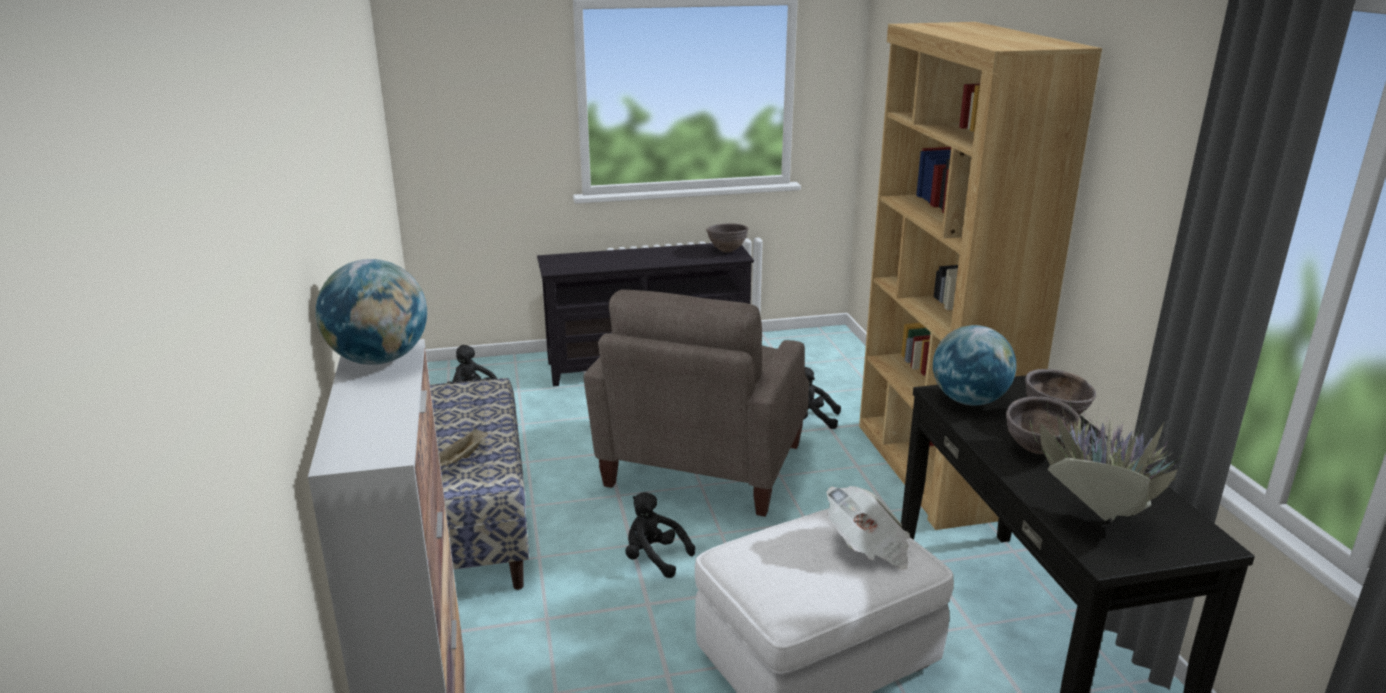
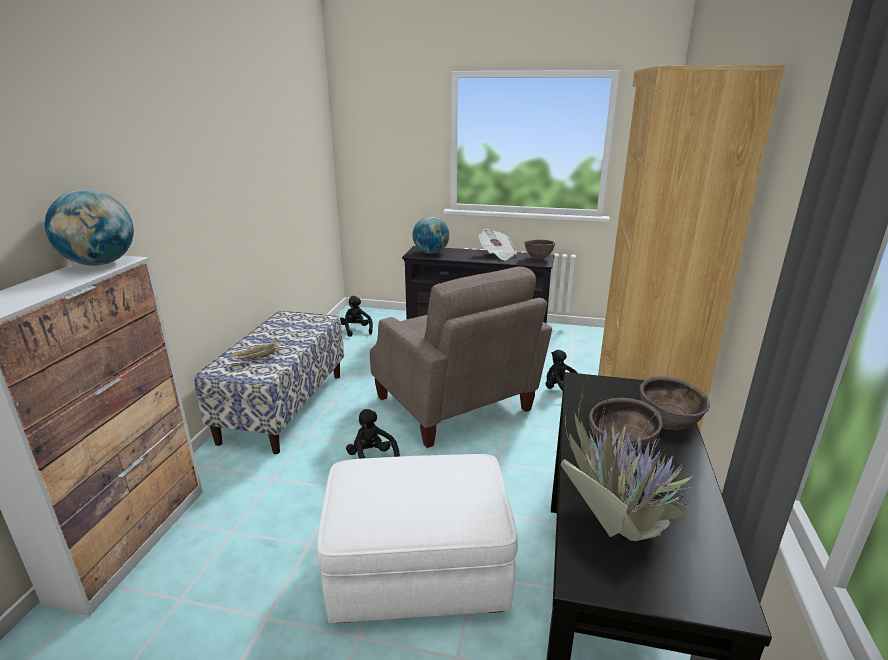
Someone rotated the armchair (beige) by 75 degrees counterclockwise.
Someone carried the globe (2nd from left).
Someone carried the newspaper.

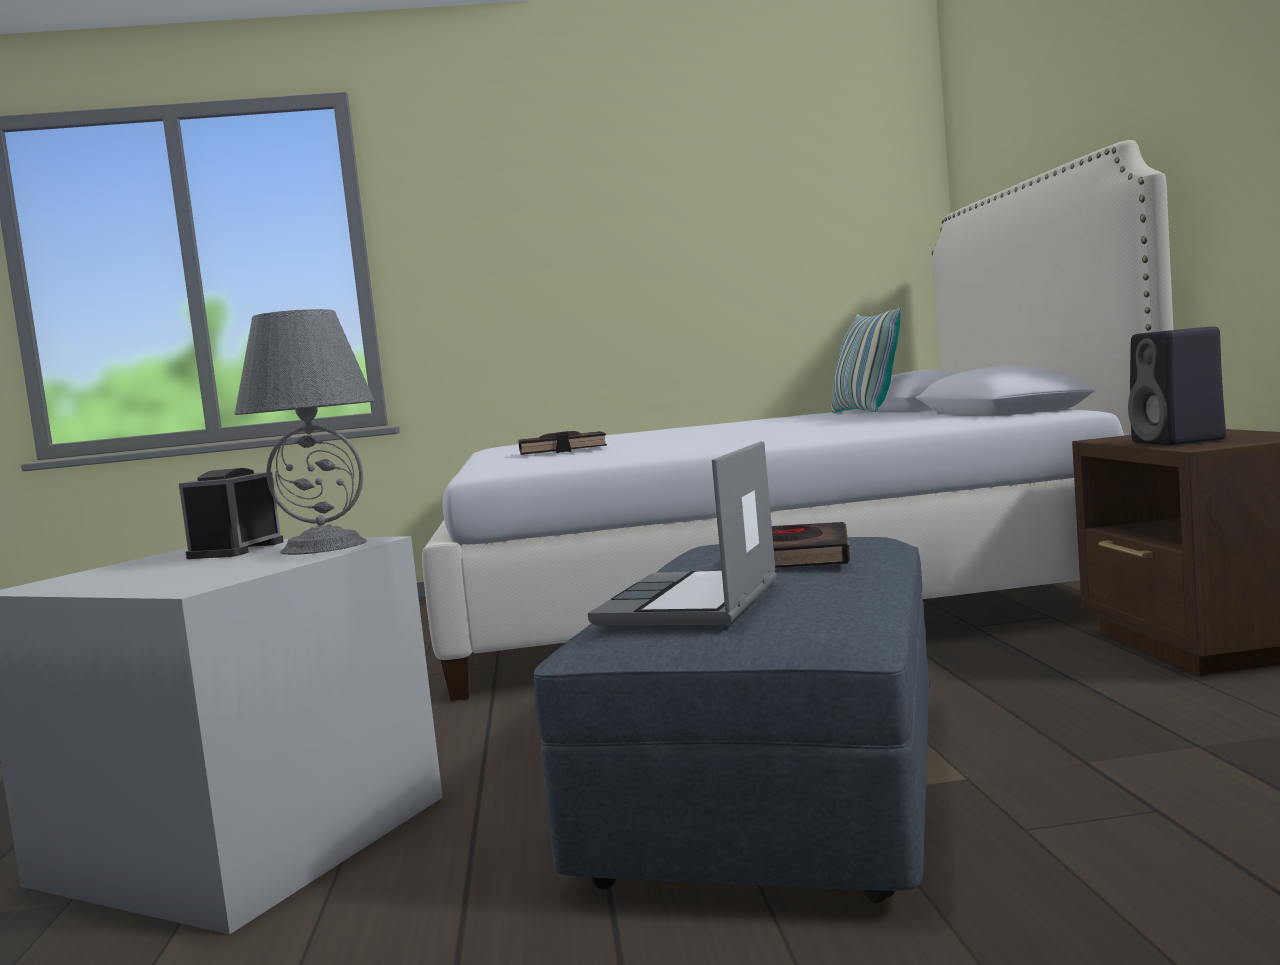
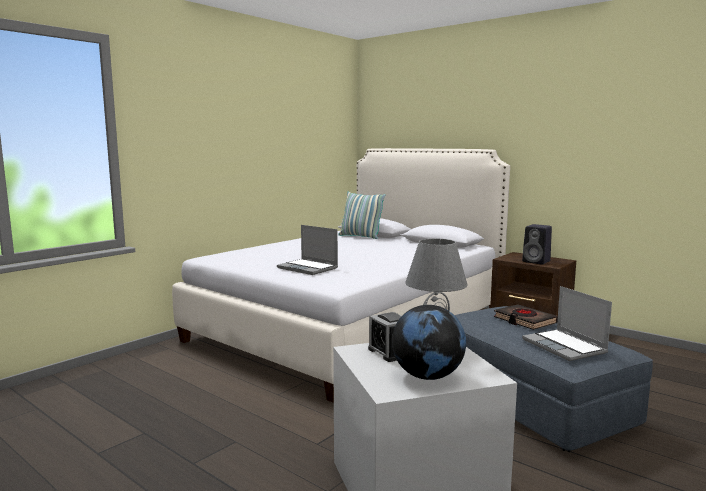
Someone swapped the book (black) (1st from left) for the laptop (1st from left).
Someone put down the globe.

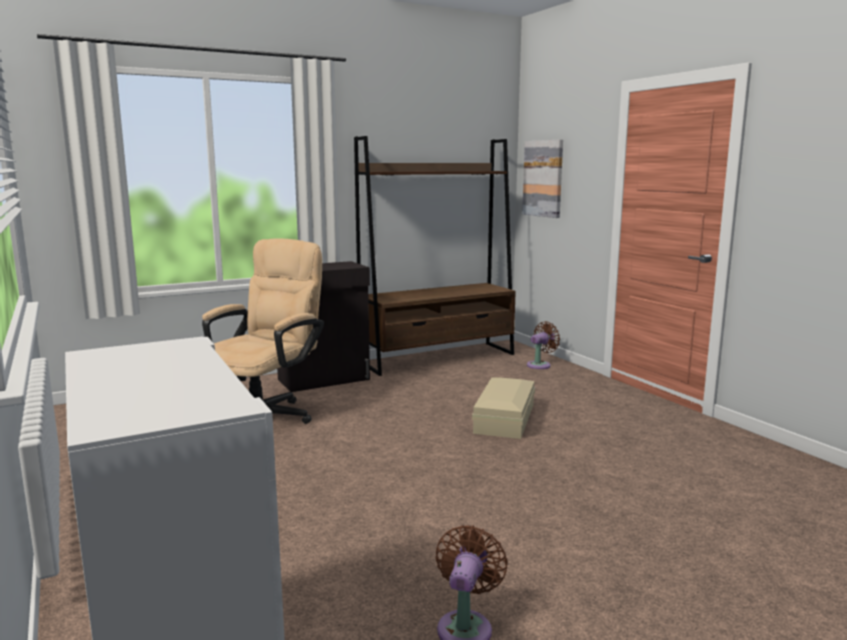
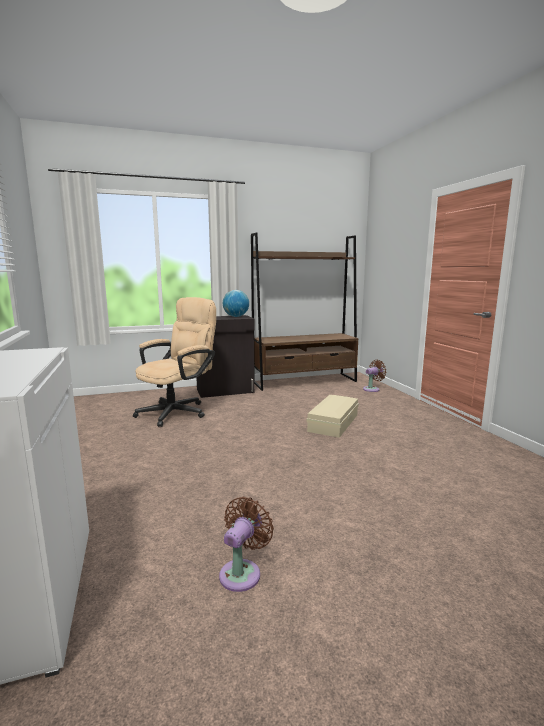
Someone put down the globe.
Someone took away the picture.

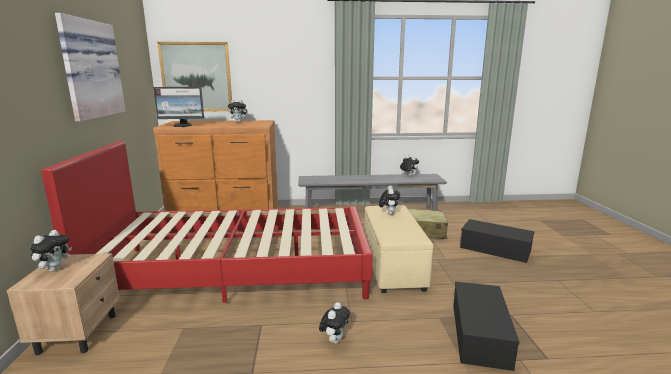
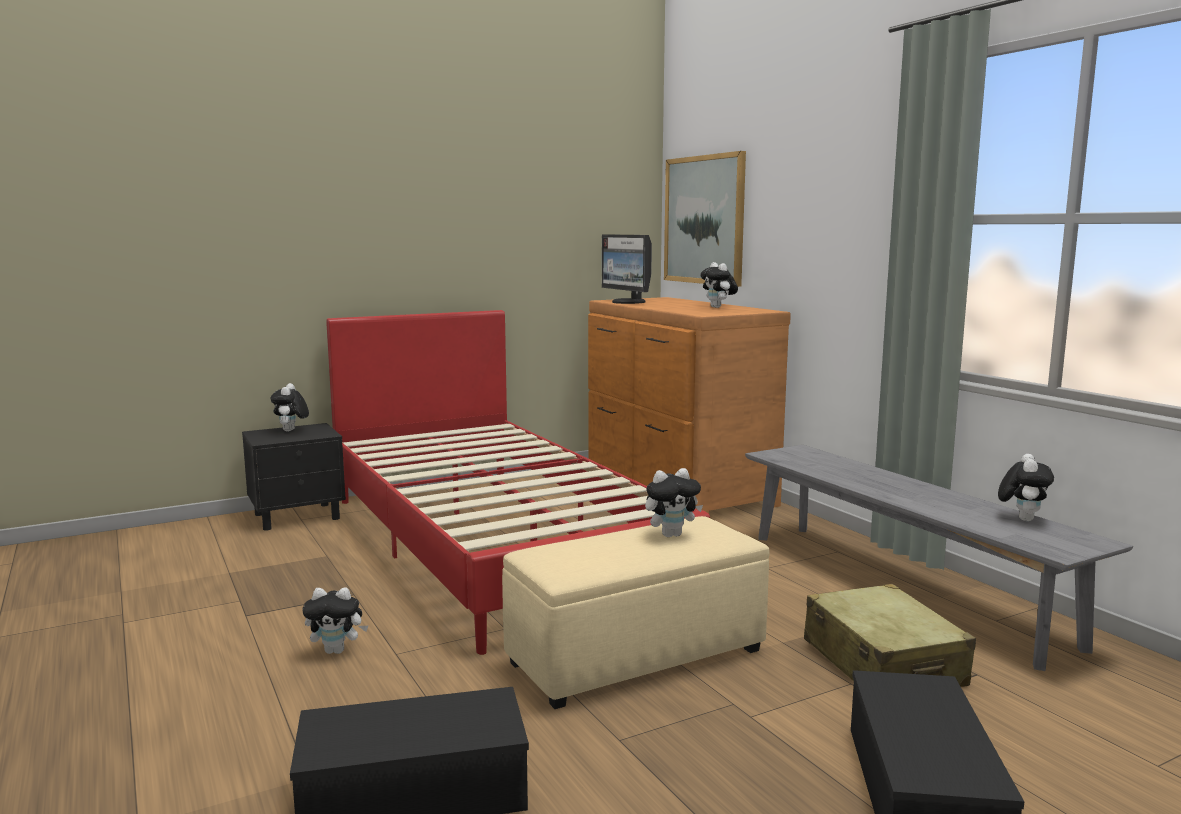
Someone repainted the nightstand (beige), which became the nightstand (black).
Someone rotated the plush toy (1st from left) by 90 degrees clockwise.
Someone took away the picture (1st from left).

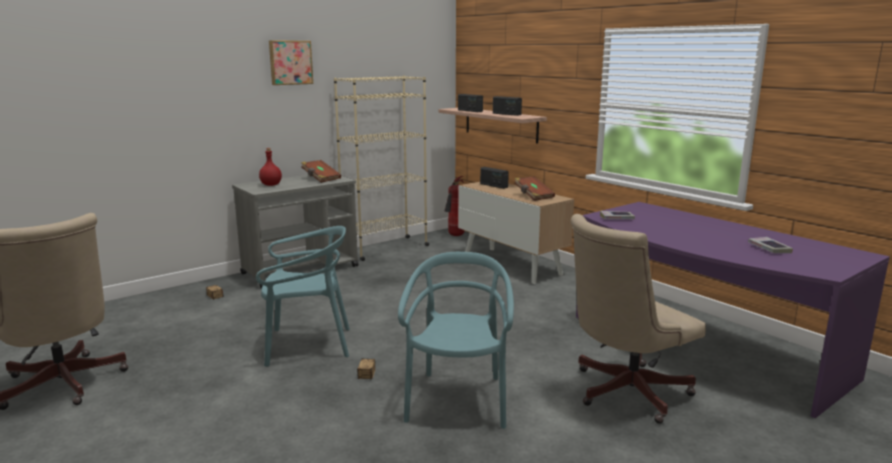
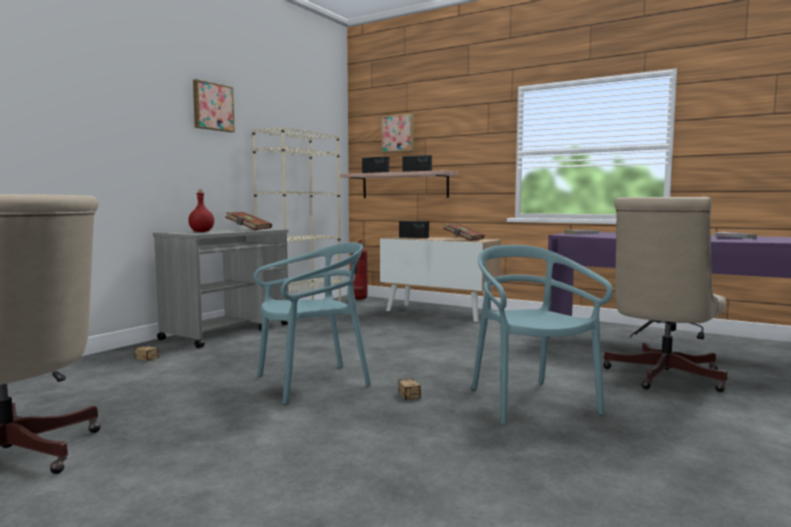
Someone put up the picture (2nd from left).

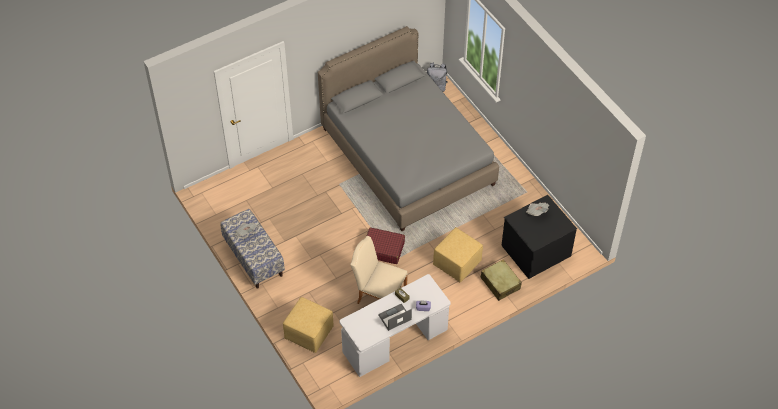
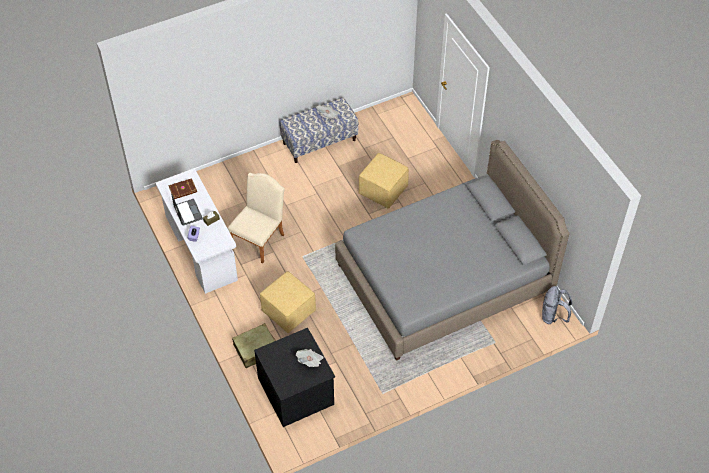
Someone put down the book (brown).
Someone carried the ottoman (yellow) (1st from left in the first image).
Someone took away the suitcase (red).

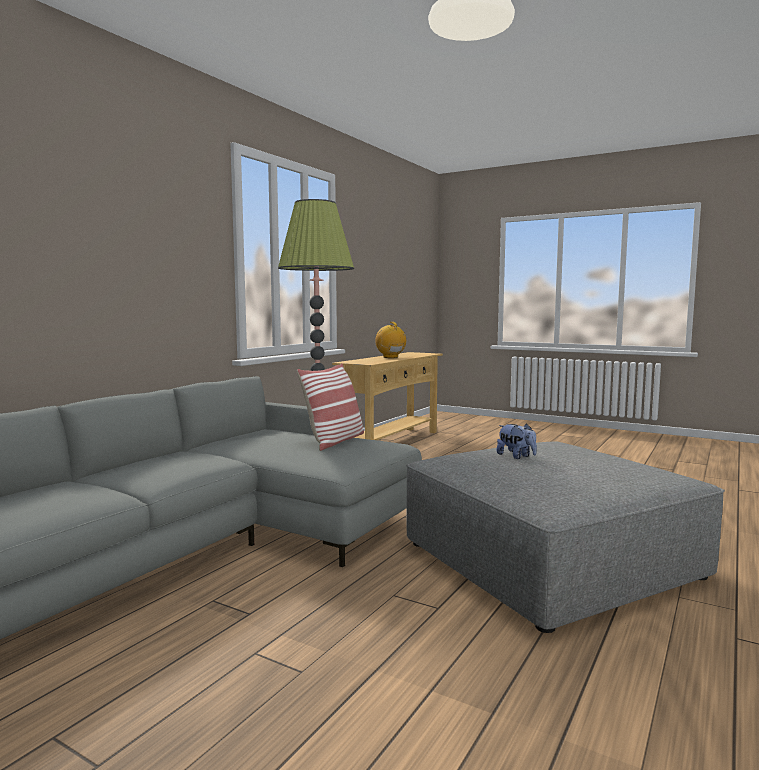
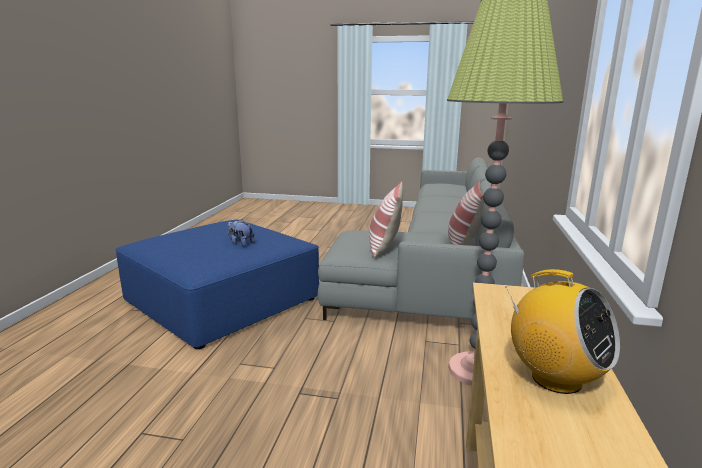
Someone repainted the ottoman (grey), which became the ottoman (blue).
Someone put down the pillow (2nd from left).

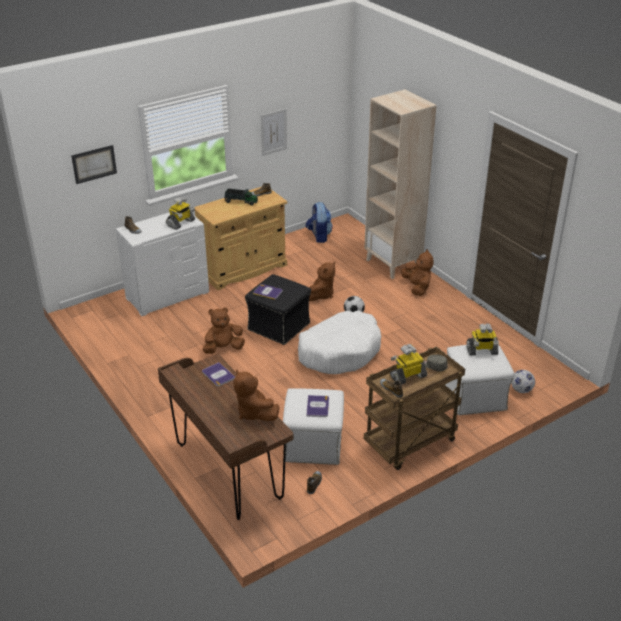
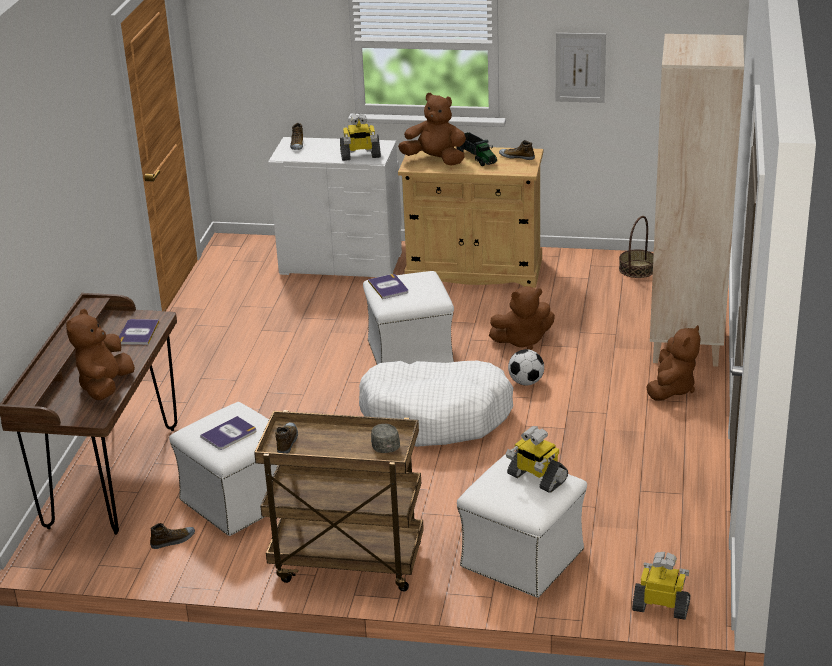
Someone repainted the ottoman (black), which became the ottoman (white) (2nd from left).
Someone carried the plush toy (brown) (1st from left in the first image).
Someone swapped the backpack for the basket.
Someone carried the toy robot (2nd from left in the first image).
Someone took away the picture (1st from left).
Someone took away the football (2nd from left).

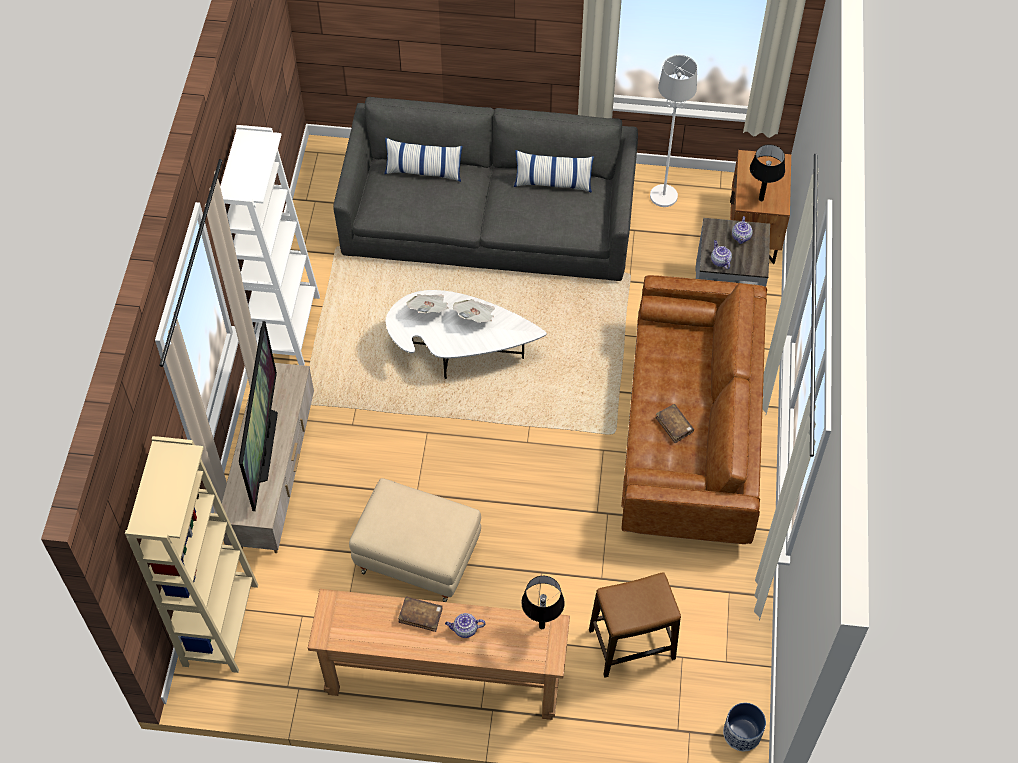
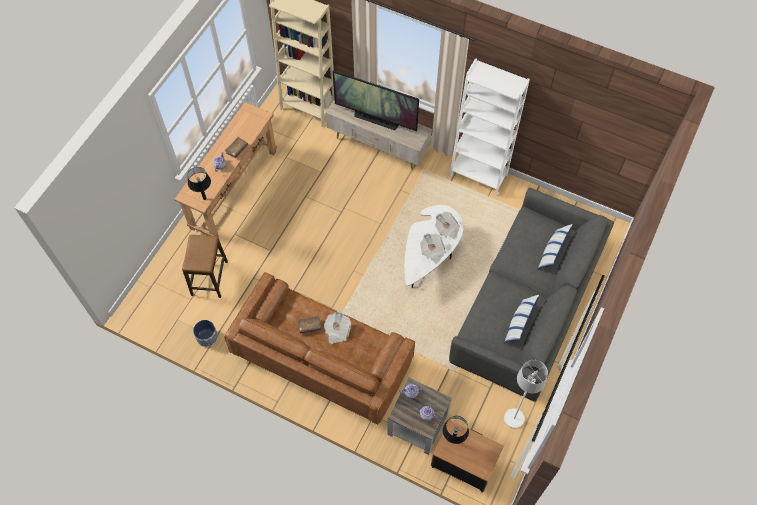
Someone carried the planter.
Someone put down the newspaper (1st from left).
Someone took away the ottoman (beige).

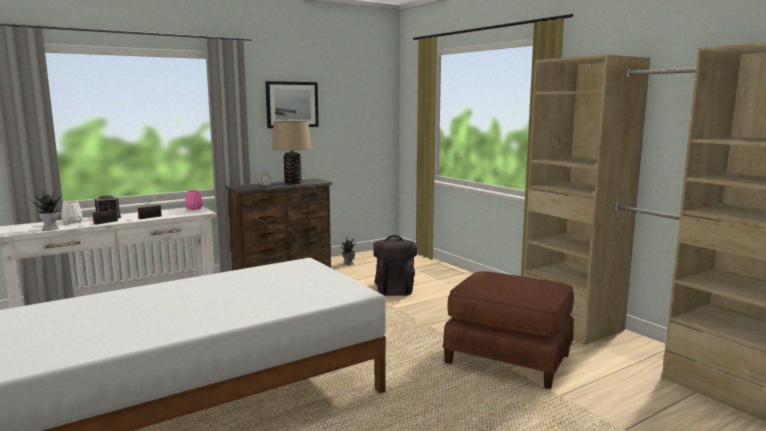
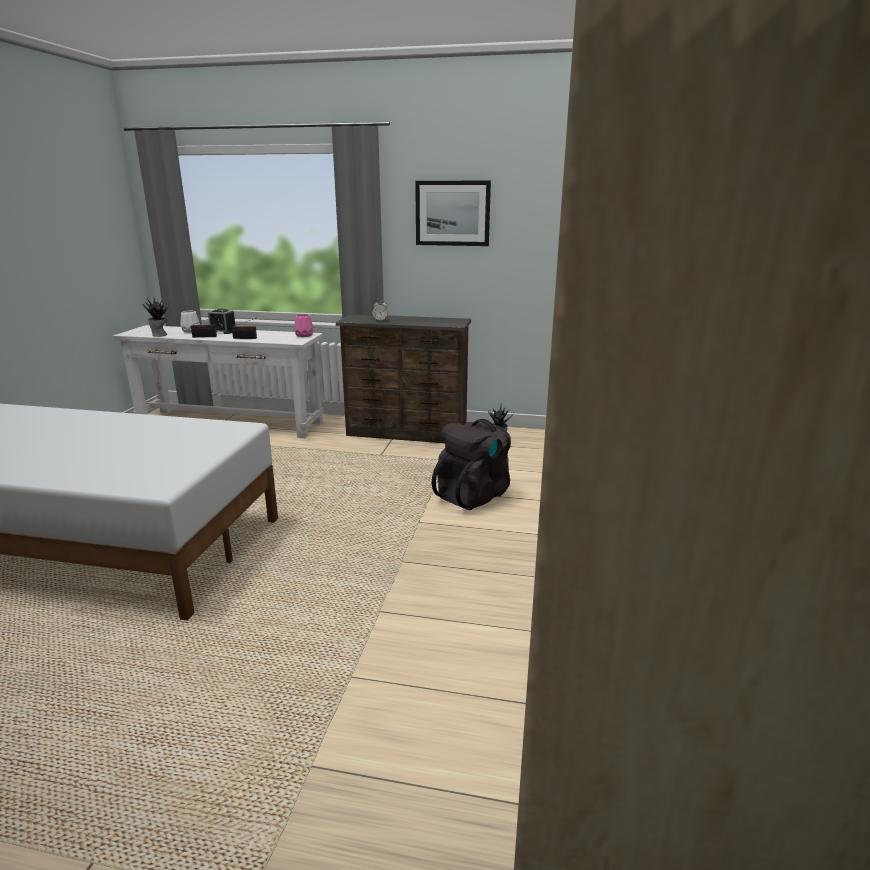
Someone took away the table lamp (beige).
Someone took away the ottoman (brown).

